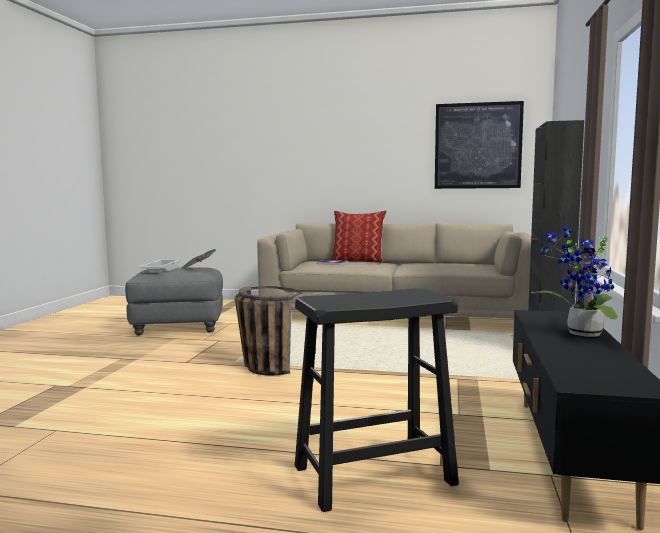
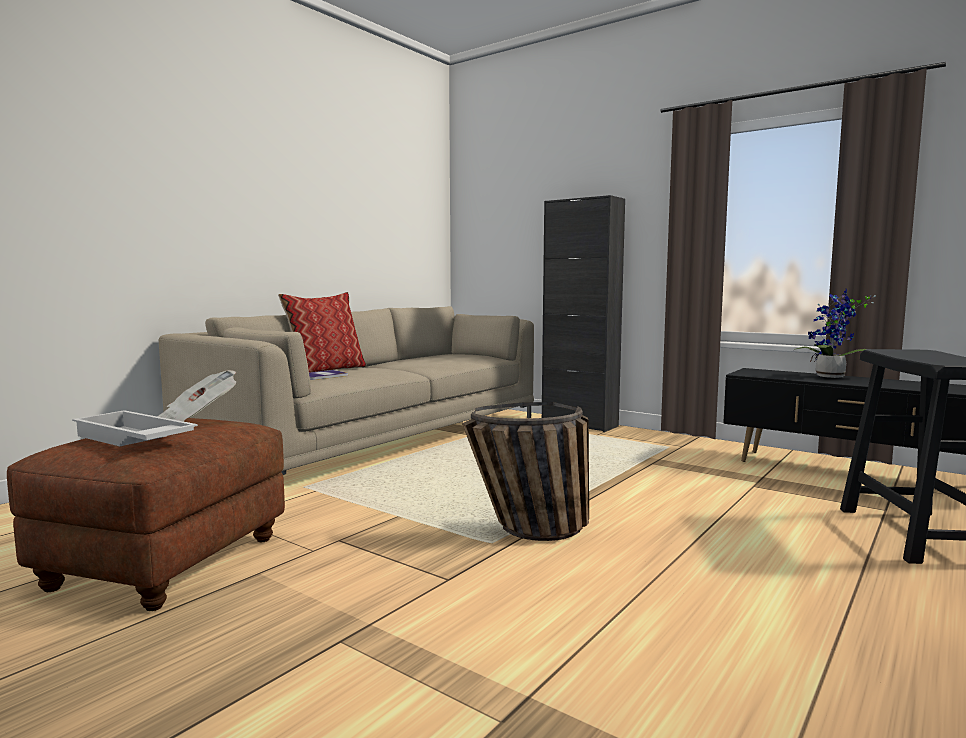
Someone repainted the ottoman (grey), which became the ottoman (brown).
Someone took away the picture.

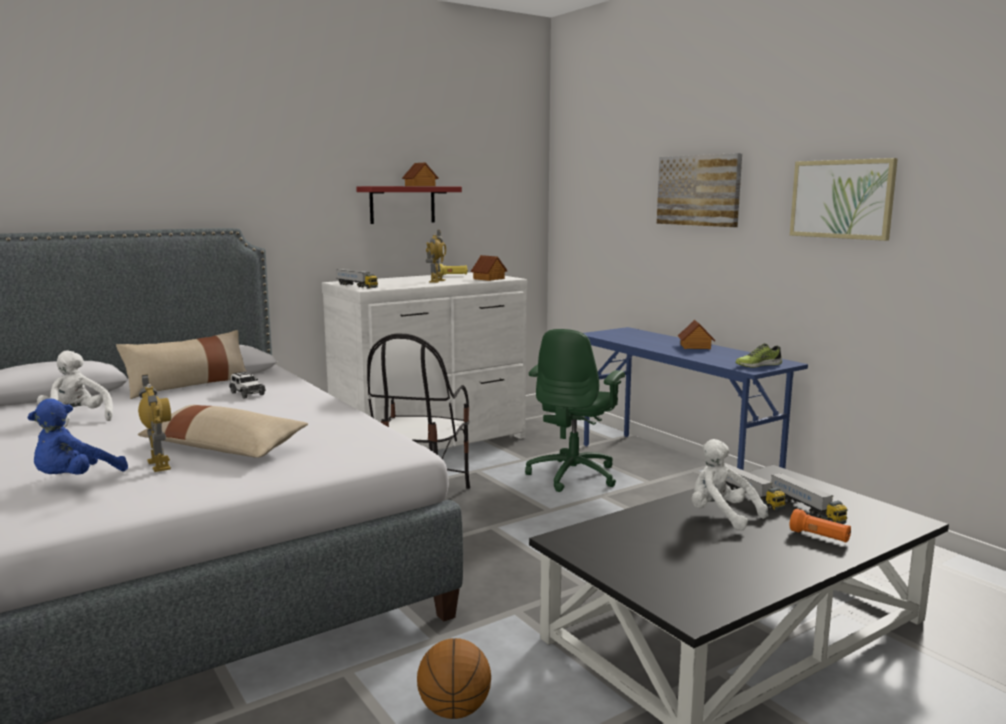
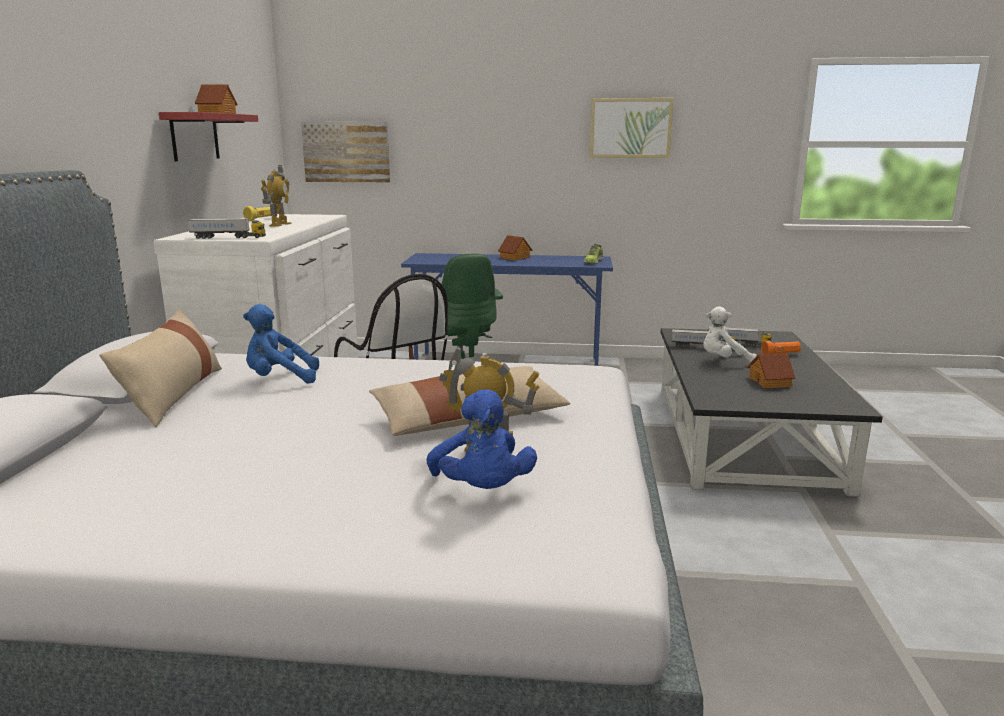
Someone swapped the toy car for the plush toy (blue) (1st from left).
Someone rotated the toy robot (2nd from left in the first image) by 45 degrees clockwise.
Someone carried the picture (1st from left).
Someone carried the toy house (2nd from left in the first image).
Someone took away the plush toy (white) (1st from left).
Someone took away the basketball.

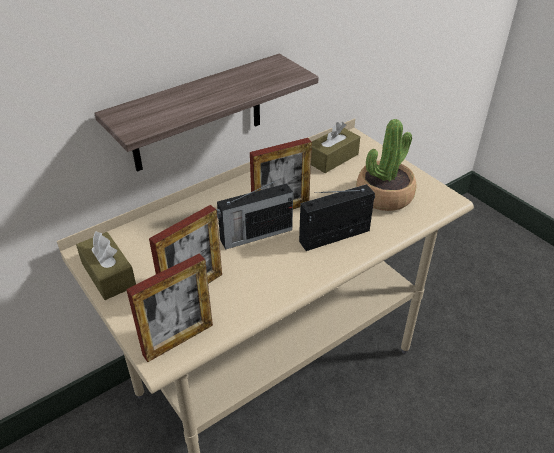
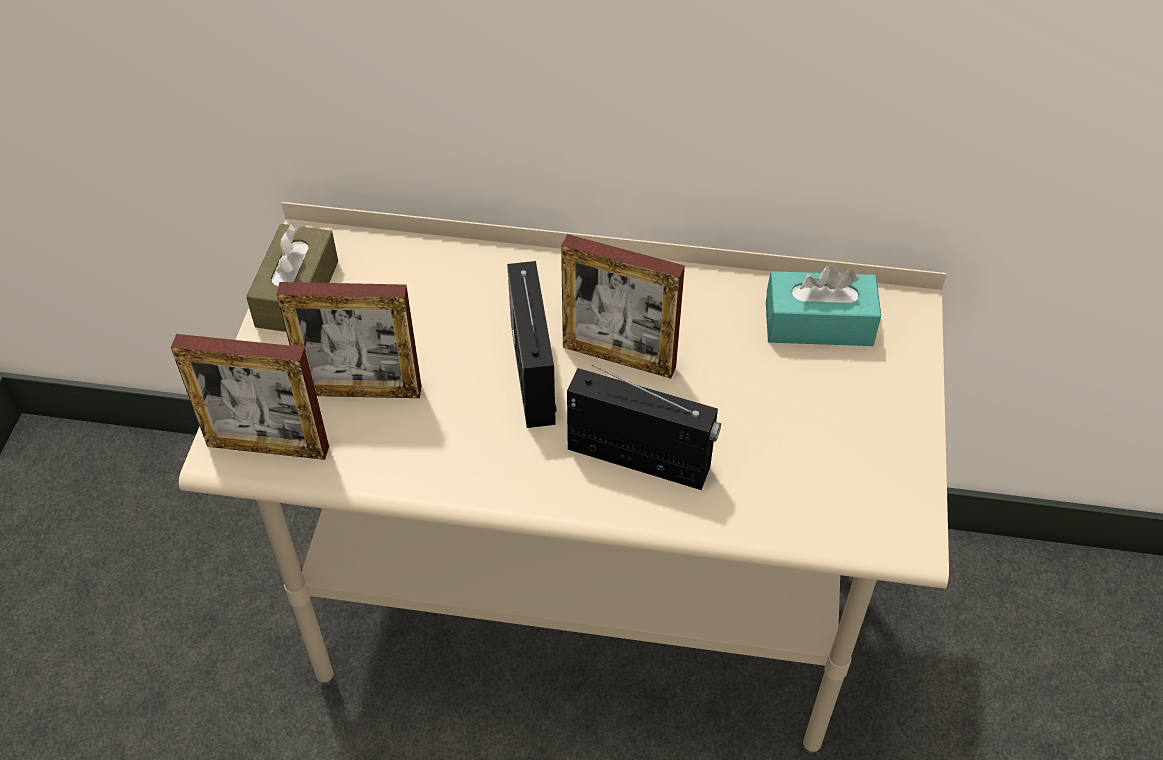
Someone rotated the radio (1st from left) by 60 degrees clockwise.
Someone repainted the tissue box (brown) (2nd from left), which became the tissue box (turquoise).
Someone took away the shelf.
Someone took away the potted plant.

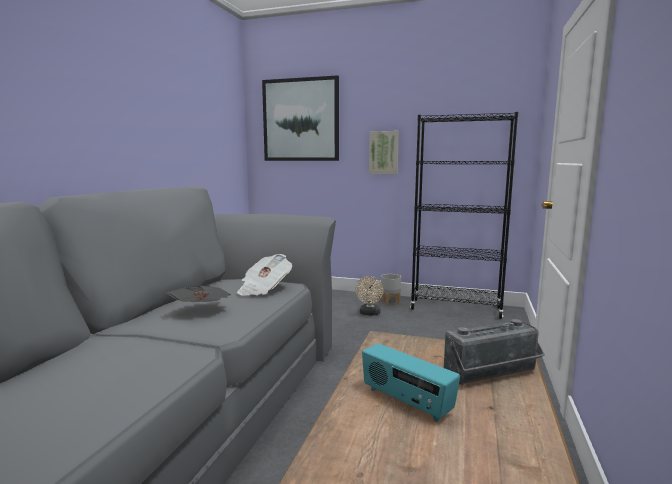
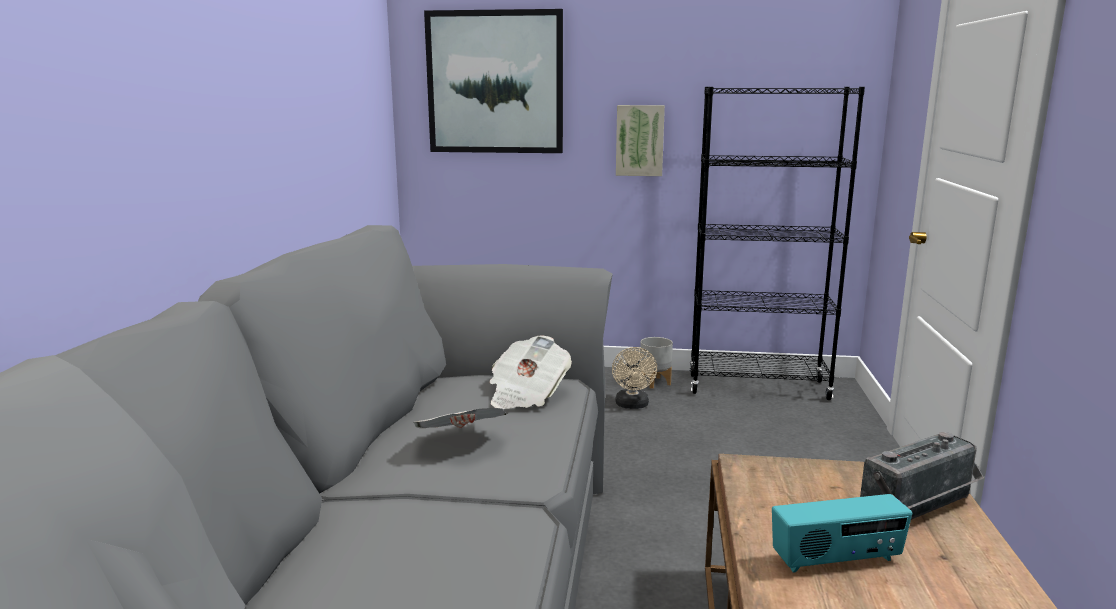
Someone rotated the radio (1st from left) by 45 degrees counterclockwise.

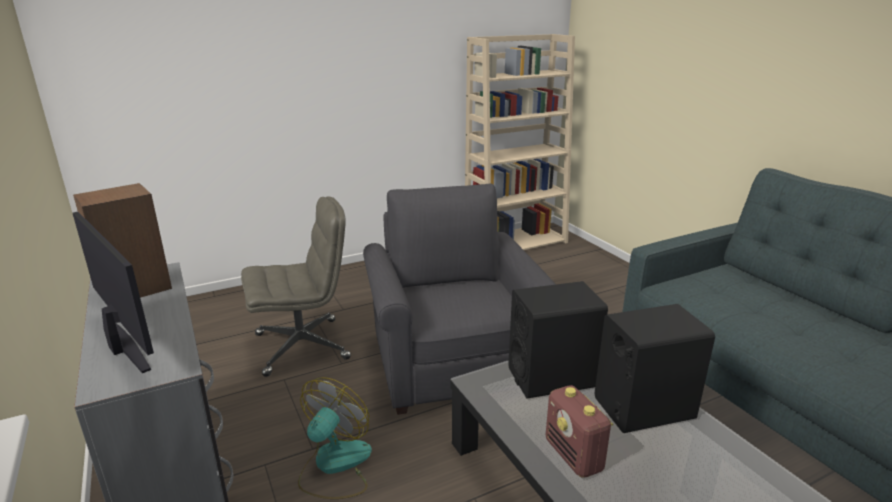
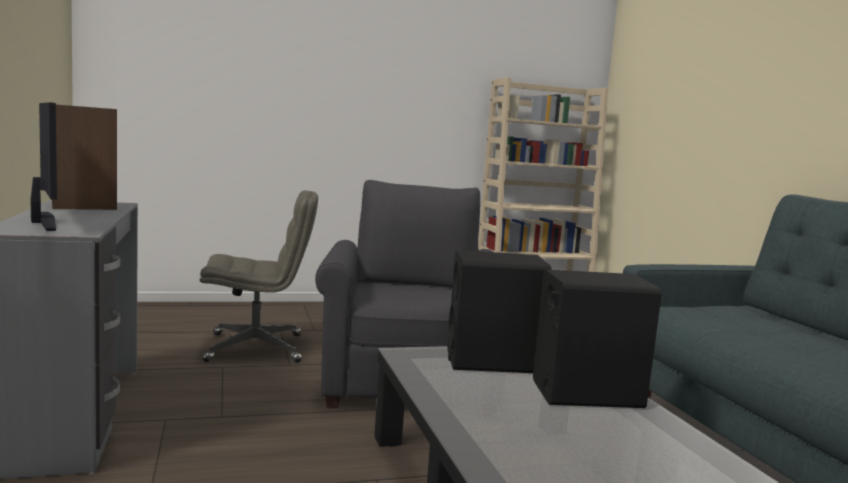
Someone took away the fan.
Someone took away the radio.

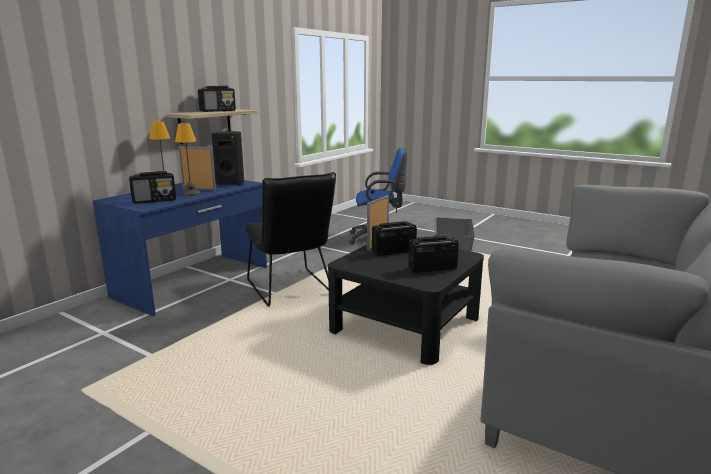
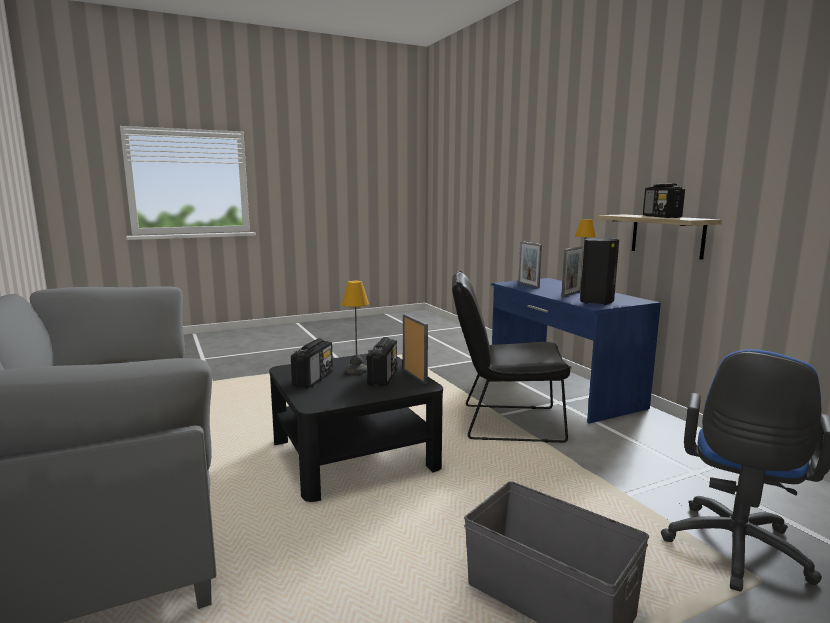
Someone carried the table lamp (2nd from left in the first image).
Someone swapped the radio (1st from left) for the picture frame (2nd from left).

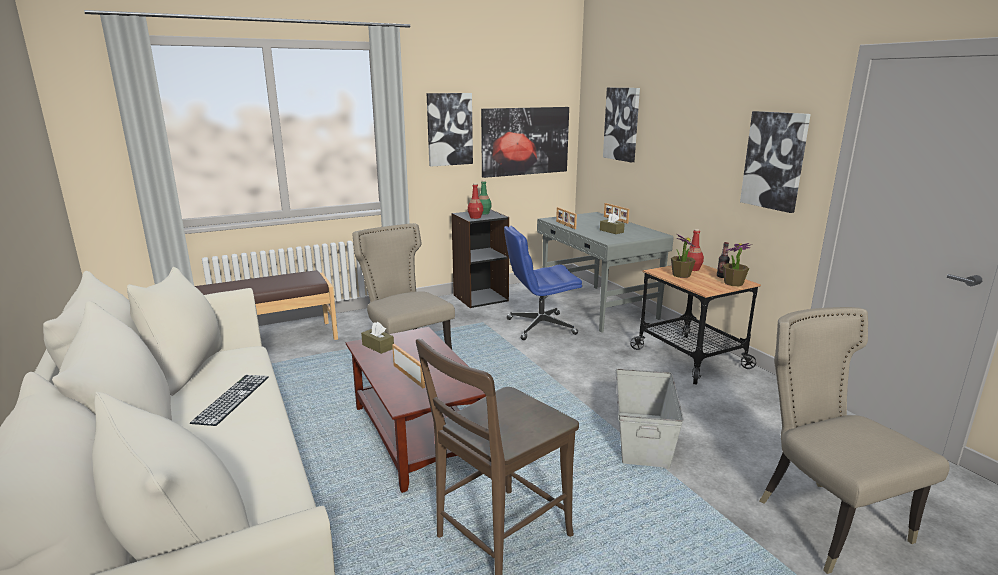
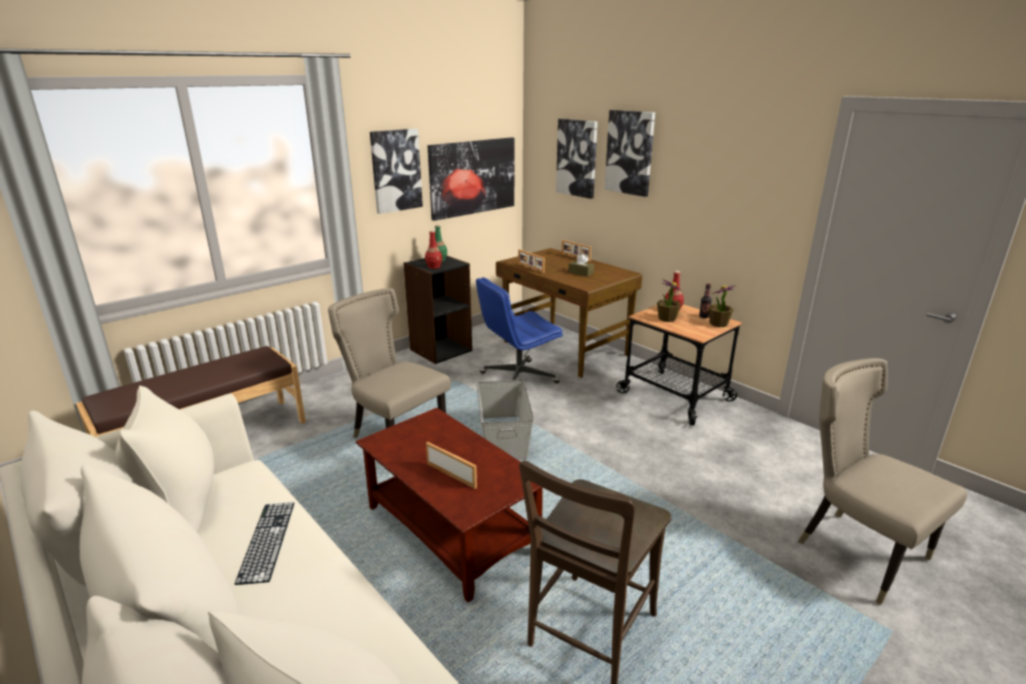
Someone carried the storage box (grey).
Someone repainted the desk (grey), which became the desk (brown).
Someone carried the picture (4th from left).
Someone took away the tissue box (brown) (1st from left).

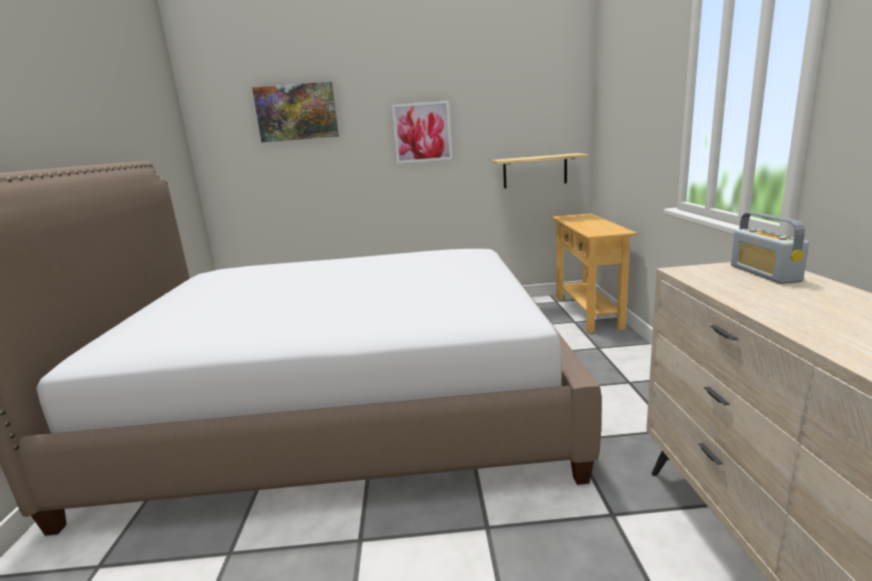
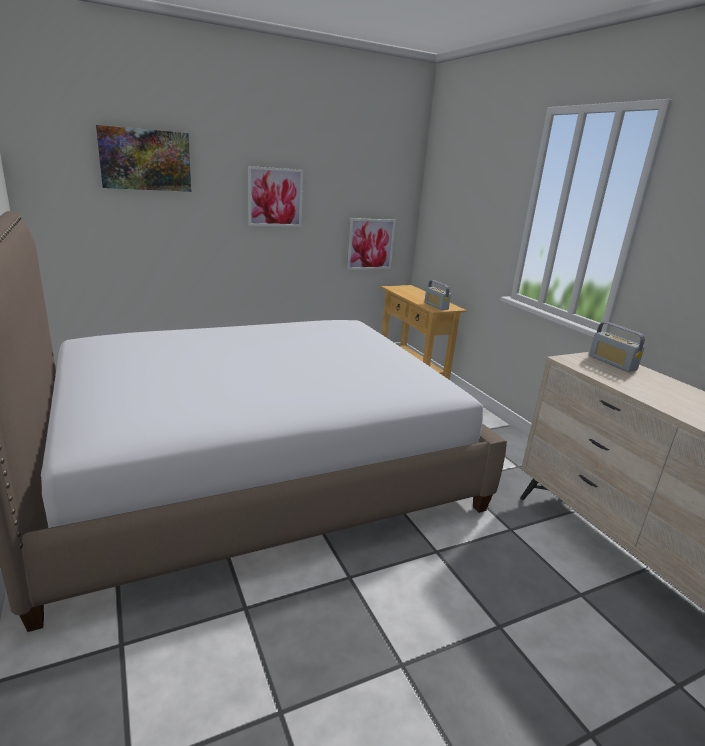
Someone swapped the shelf for the picture (3rd from left).
Someone put down the radio (1st from left).

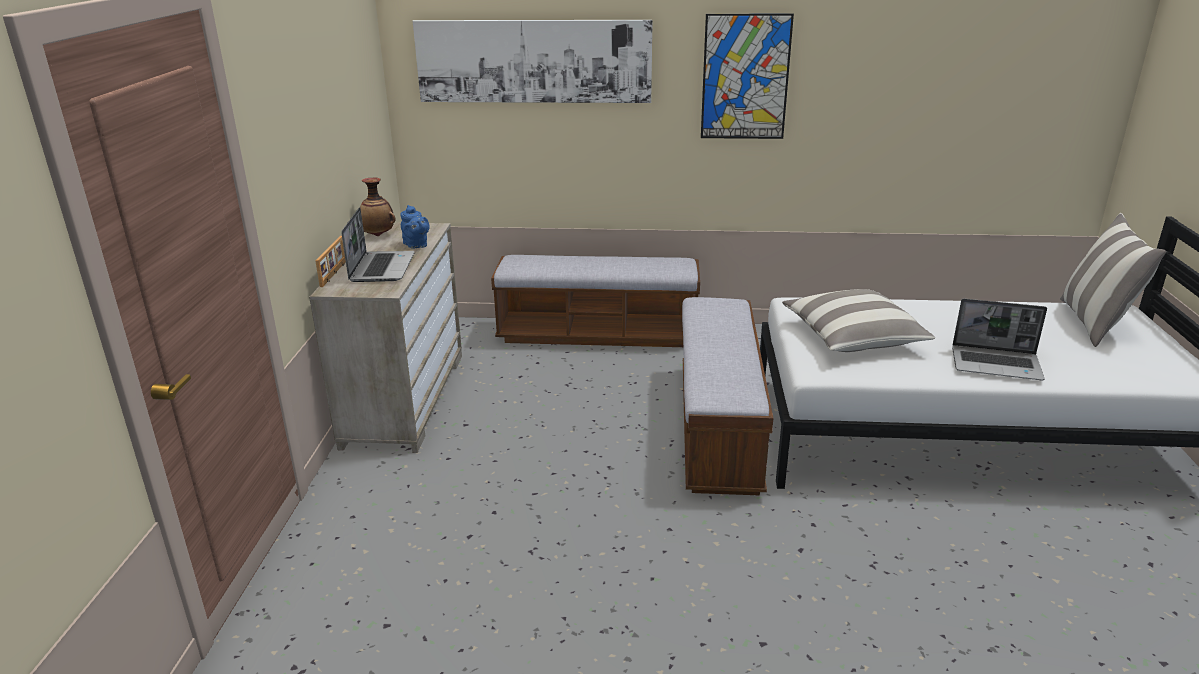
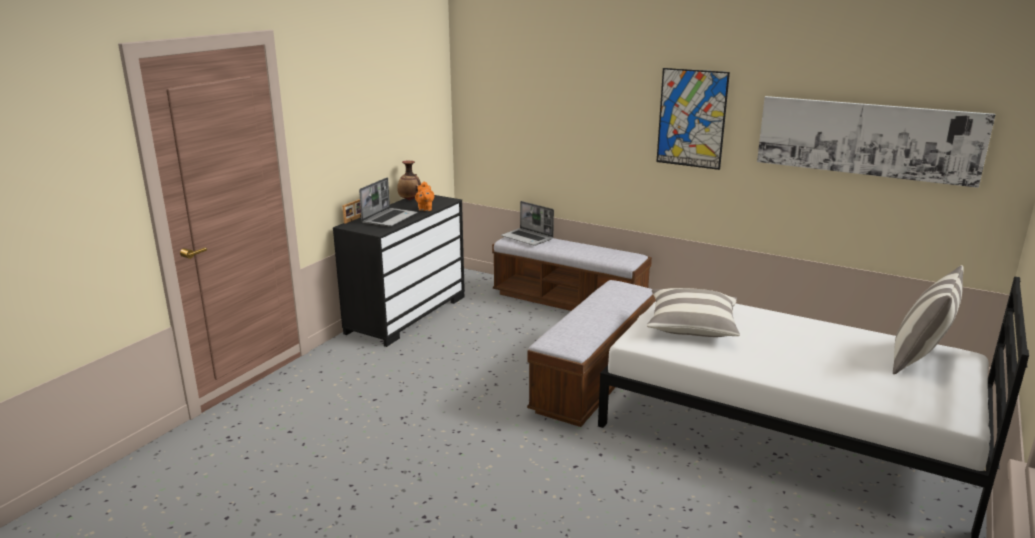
Someone repainted the dresser (beige), which became the dresser (black).
Someone repainted the teapot (blue), which became the teapot (orange).
Someone carried the laptop (2nd from left).
Someone carried the picture (1st from left in the first image).

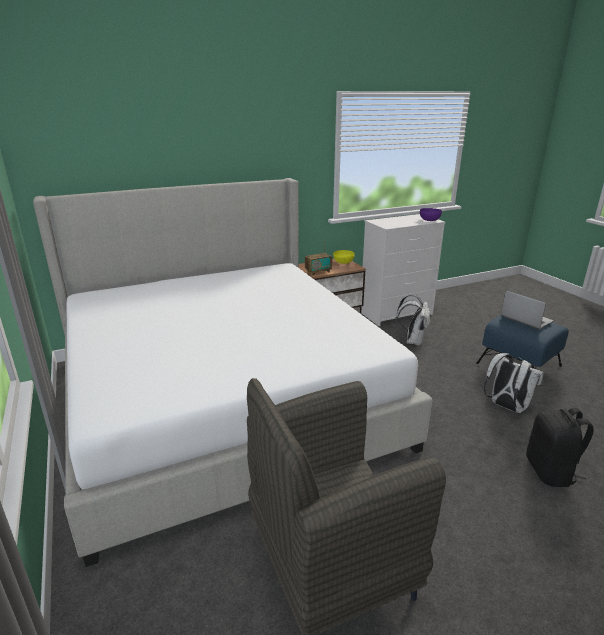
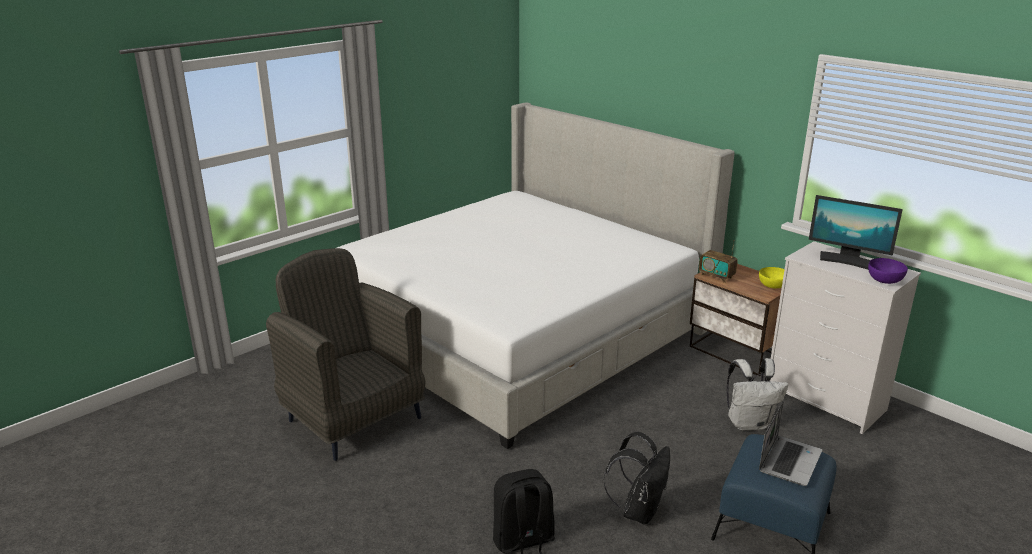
Someone repainted the backpack (white) (2nd from left), which became the backpack (black) (2nd from left).
Someone put down the monitor.

